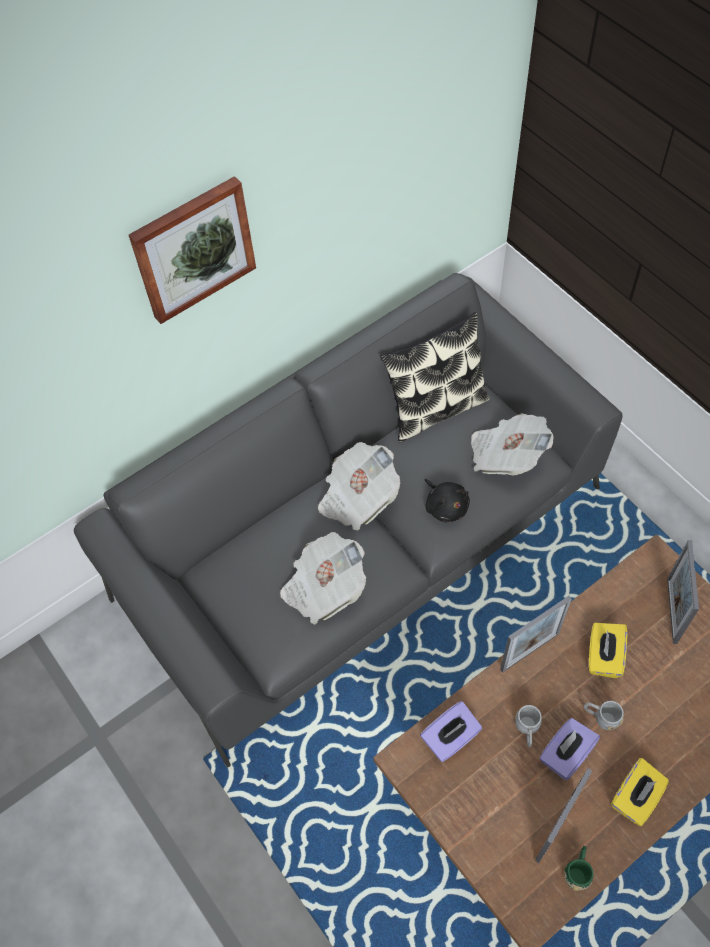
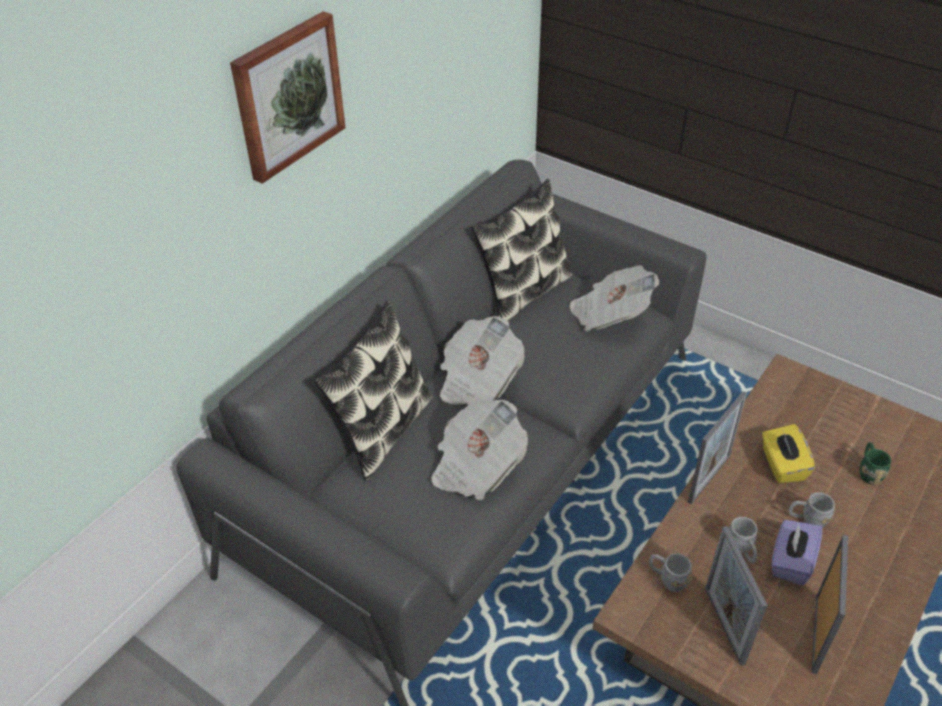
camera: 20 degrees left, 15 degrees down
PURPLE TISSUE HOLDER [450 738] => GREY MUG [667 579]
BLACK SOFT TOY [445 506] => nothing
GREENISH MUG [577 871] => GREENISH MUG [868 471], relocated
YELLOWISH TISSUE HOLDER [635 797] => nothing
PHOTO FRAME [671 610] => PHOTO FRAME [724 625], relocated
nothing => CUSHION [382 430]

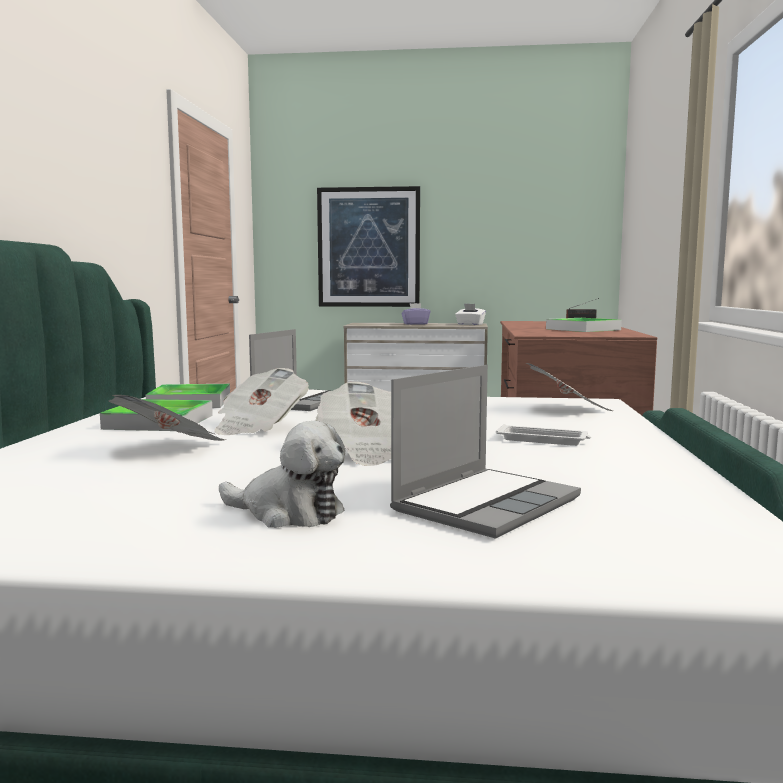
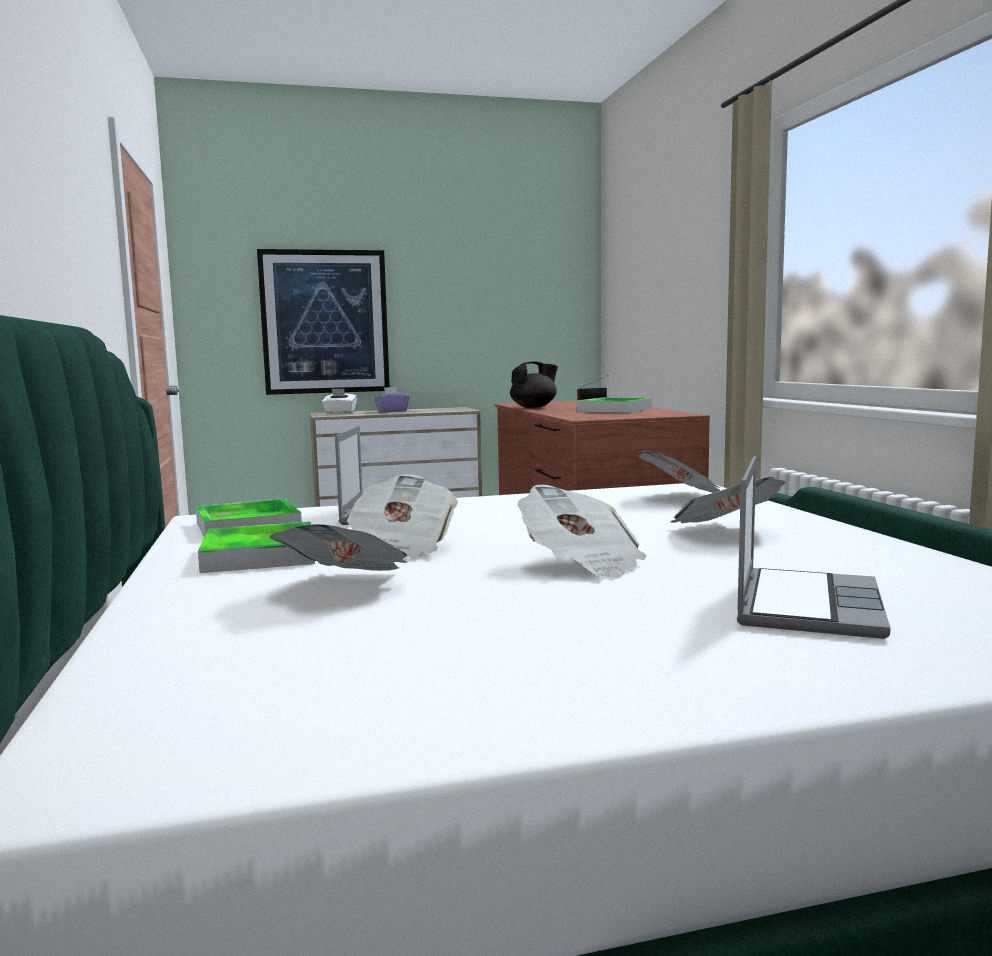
camera: 20 degrees left, 0 degrees up
SOFT TOY [288 513] => nothing
WHITISH TISSUE HOLDER [470 324] => WHITISH TISSUE HOLDER [340 412], relocated
WHITISH TRAY [543 440] => NEWSPAPER [725 532]
nothing => BLACK TEAPOT [534 407]

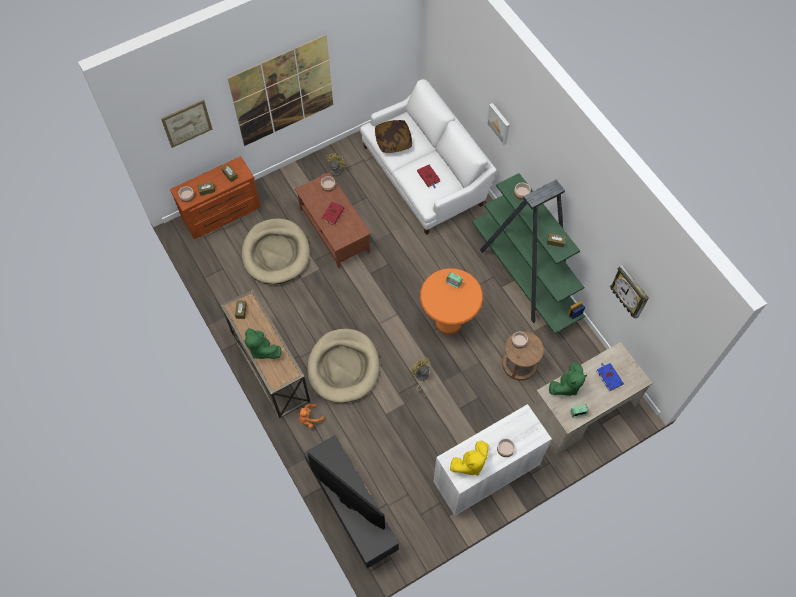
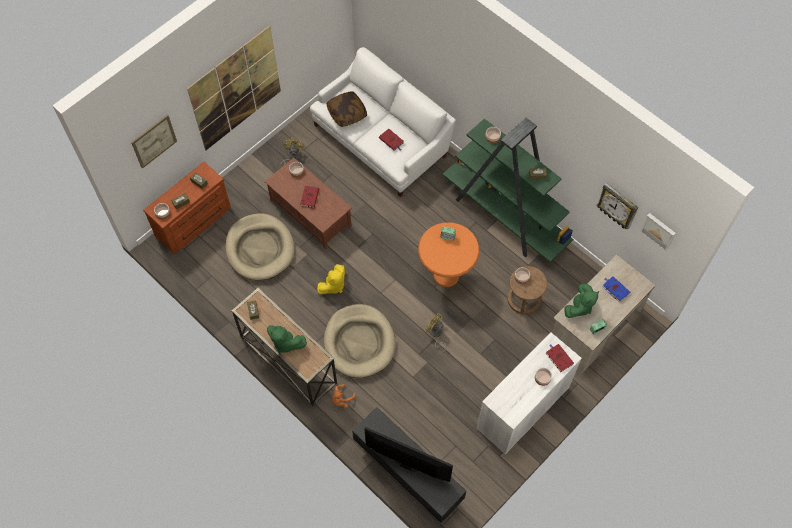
camera: 15 degrees left, 0 degrees up
YELLOWISH SOFT TOY [470 464] => YELLOWISH SOFT TOY [333 285], relocated
WALL PICTURE [499 123] => WALL PICTURE [659 231], relocated
nothing => RED VOLUME [558 358]

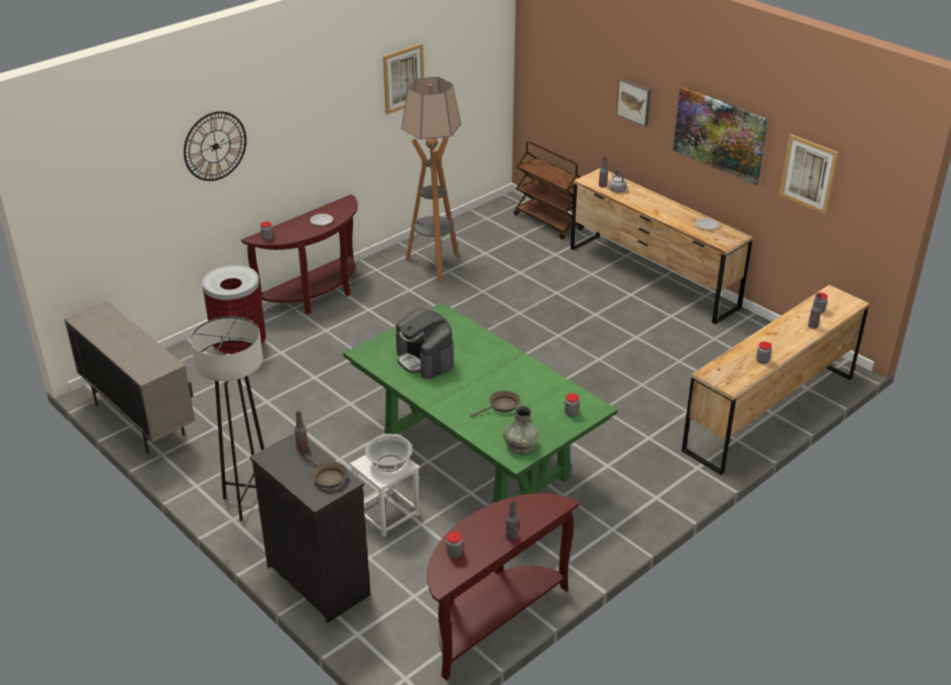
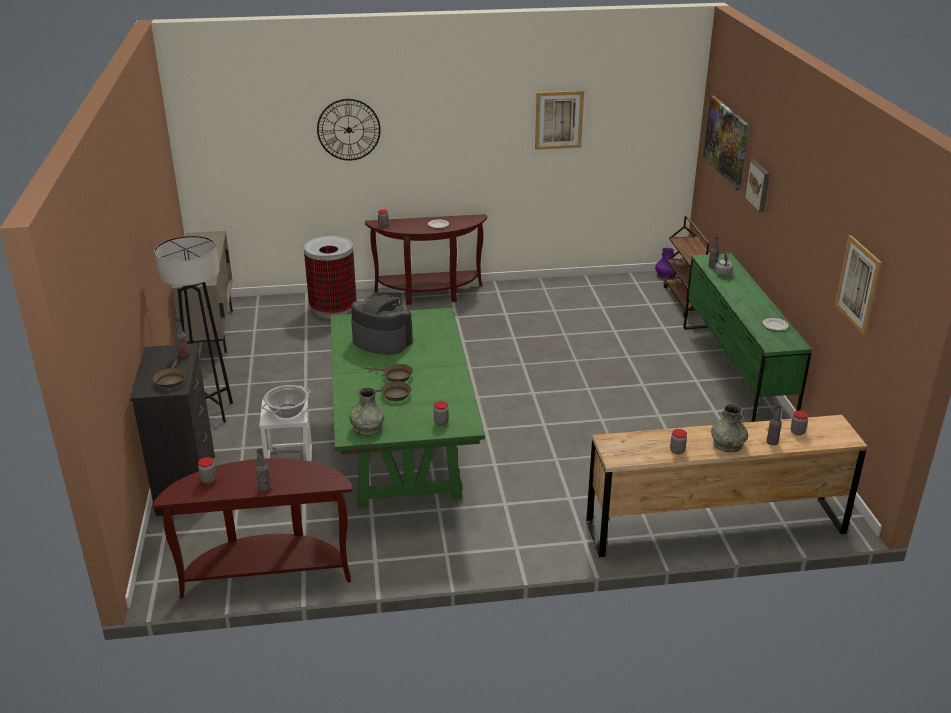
camera: 35 degrees right, 5 degrees down
COFFEE BREWER [425 360] => COFFEE BREWER [381 341], 120 degrees clockwise
STANDING LAMP [434 264] => nothing
BROWN DRESSER [652 277] => GREENISH DRESSER [734 374]
WALL PICTURE [720 134] => WALL PICTURE [726 141], relocated
nothing => BROWN FRYING PAN [395 376]
nothing => PURPLE DECORATIVE VASE [666 275]
nothing => GREY DECORATIVE VASE [727 444]

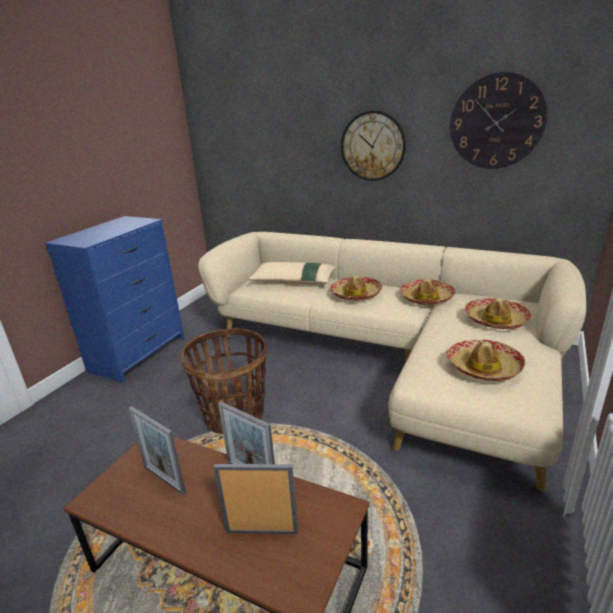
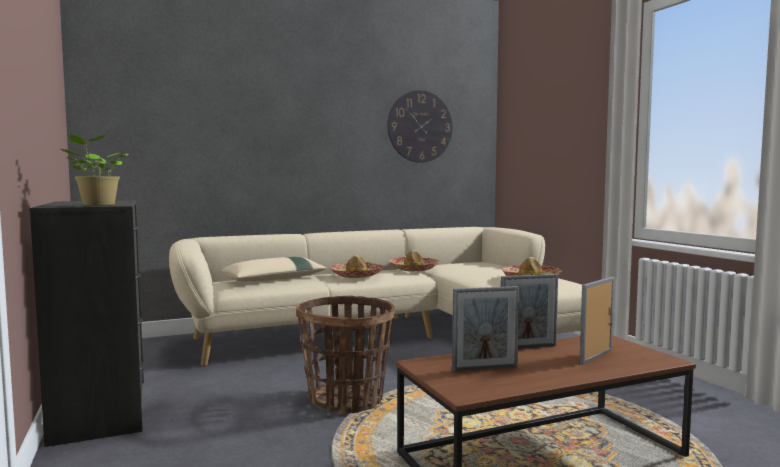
camera: 50 degrees left, 20 degrees down
BLUE DRESSER [138 354] => BLACK DRESSER [102 410]
HANGING CLOCK [373 146] => nothing
HAT [495 320] => nothing
nothing => HOUSEPLANT [97 205]

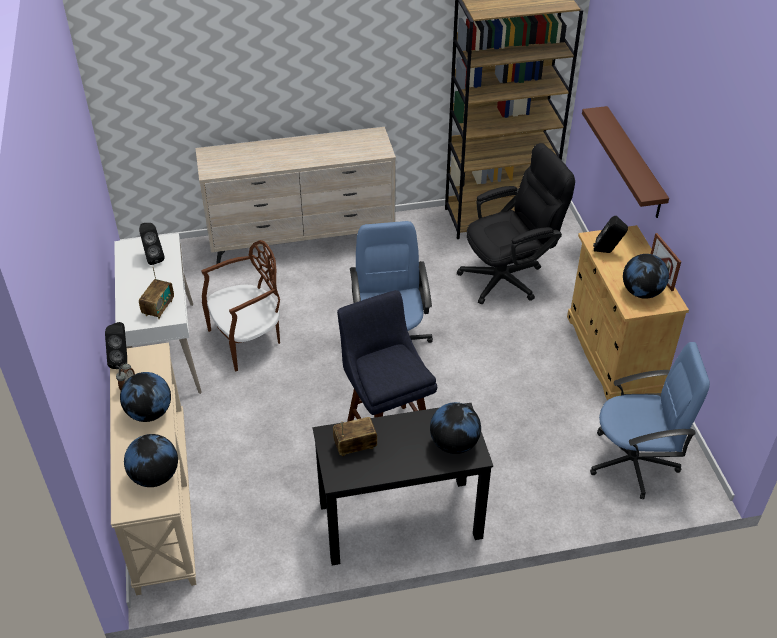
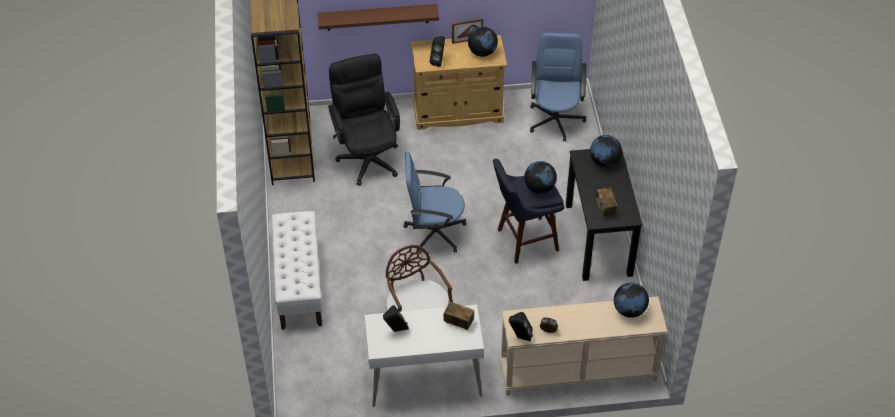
camera: 85 degrees left, 5 degrees up
DESK GLOBE [149 413] => DESK GLOBE [539 188], relocated
BEIGE-COLOURED DRESSER [303 243] => WHITISH LONG SEAT [299 284]

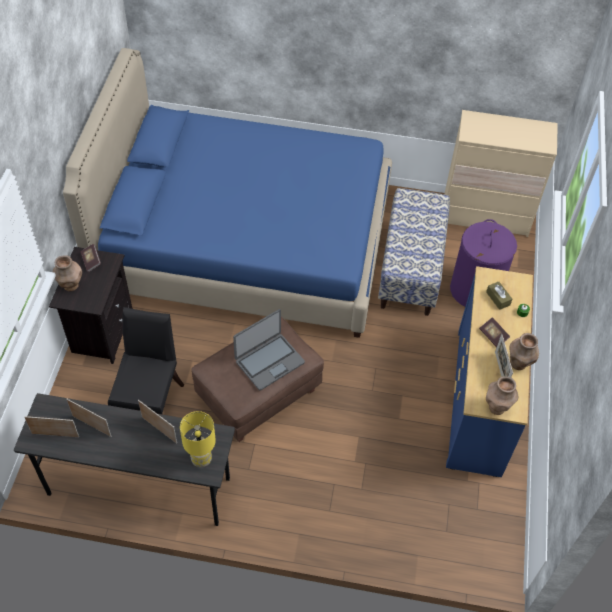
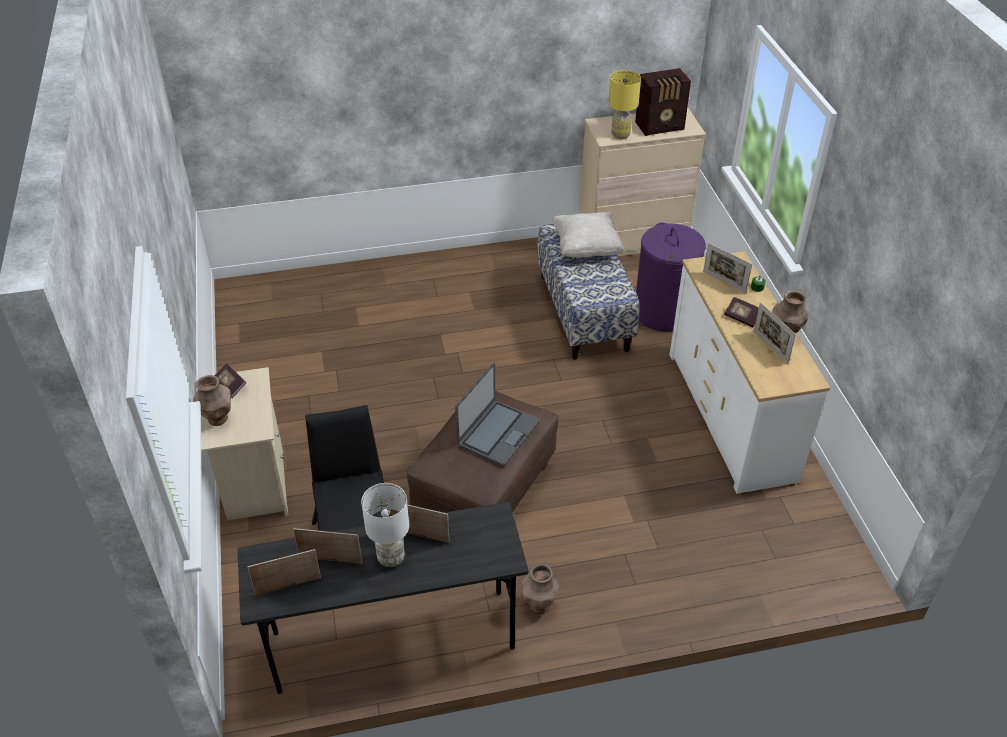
camera: 20 degrees left, 10 degrees down
BLACK NIGHT TABLE [101 332] => BEIGE-COLOURED NIGHT TABLE [255 486]
BLUE BEDROOM BED [245 243] => nothing
YELLOWISH TABLETOP LAMP [202 459] => YELLOWISH TABLETOP LAMP [621 135], relocated
BLUE DRESSER [479 400] => WHITISH DRESSER [731 415]
BROWN TISSUE HOLDER [498 298] => PHOTO FRAME [724 282]
BROWN DECORATIVE VASE [497 407] => BROWN DECORATIVE VASE [539 604], relocated
nothing => WHITISH TABLETOP LAMP [390 558]
nothing => BEIGE-COLOURED CUSHION [586 248]
nothing => RADIO [660 126]

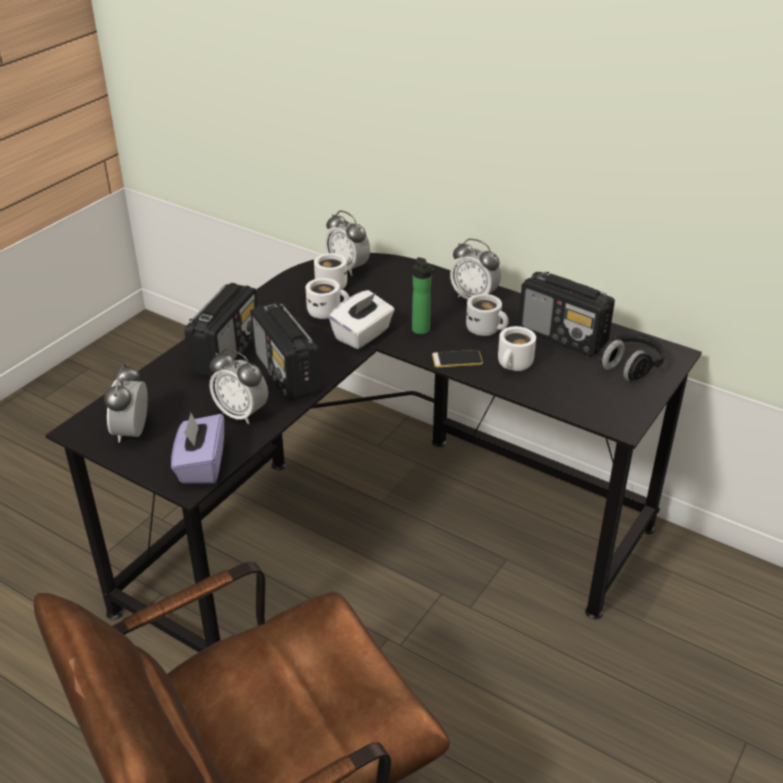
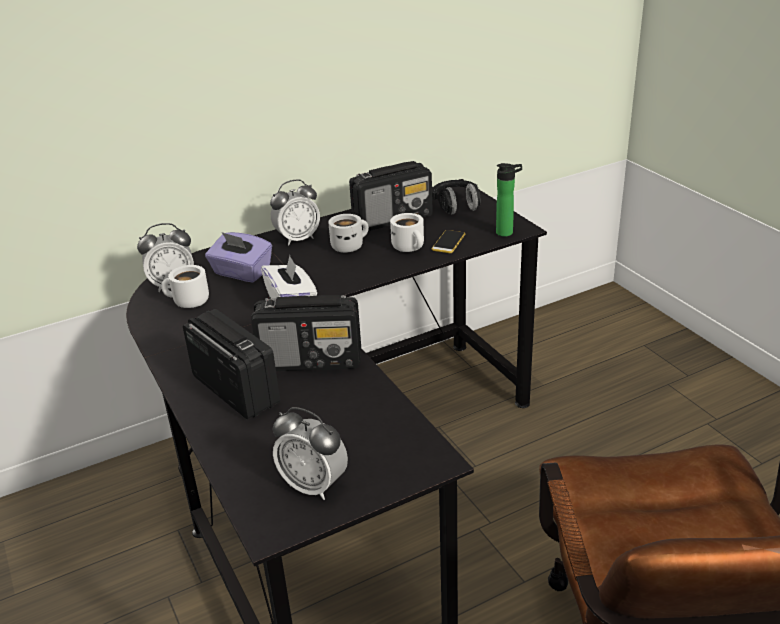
camera: 60 degrees left, 5 degrees down
PURPLE TISSUE HOLDER [201 465] => PURPLE TISSUE HOLDER [241 273], relocated
TABLE CLOCK [241 413] => nothing
WHITISH MUG [327 311] => nothing
BEVERAGE BOTTLE [422 331] => BEVERAGE BOTTLE [507 232], relocated
PHONE [457 359] => PHONE [448 242], relocated

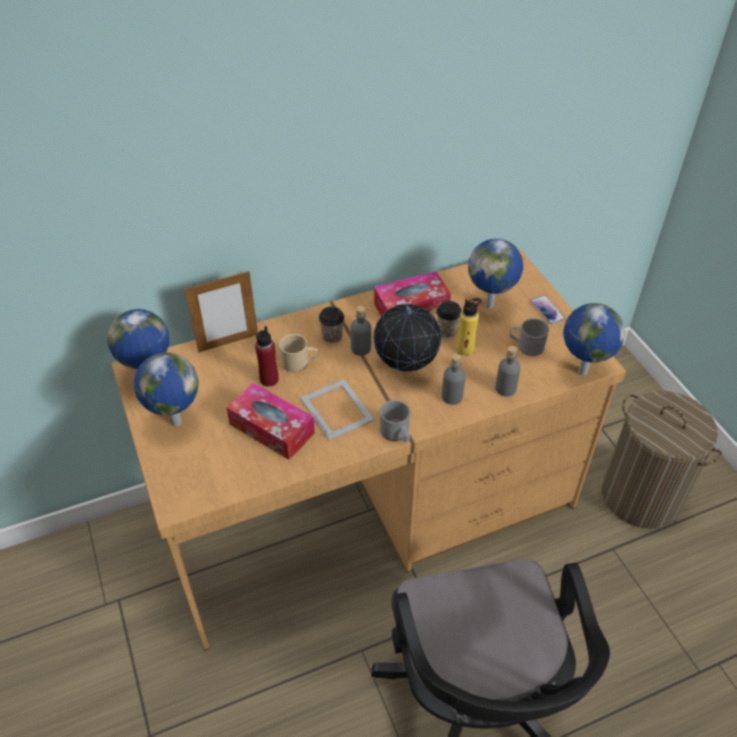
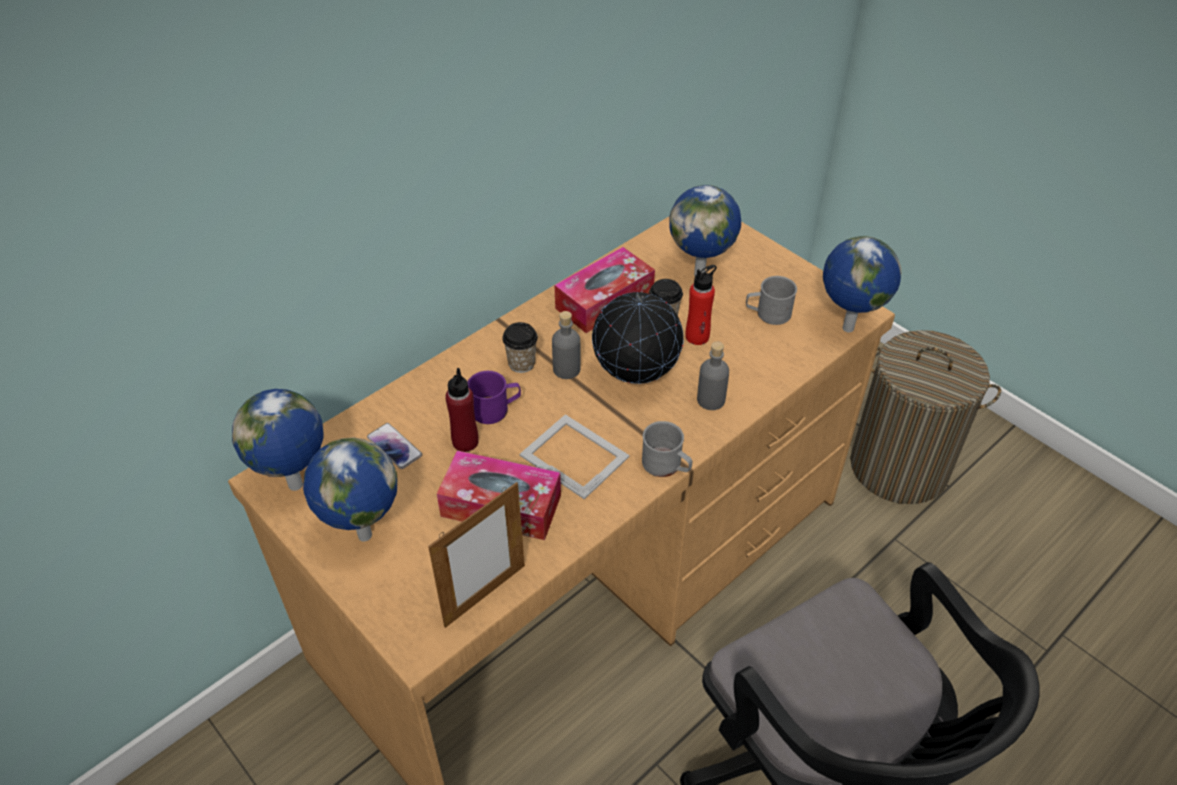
camera: 20 degrees left, 0 degrees up
PHOTO FRAME [228 343] => PHOTO FRAME [485 595], relocated
BEIGE-COLOURED MUG [299 363] => PURPLE MUG [495 409]
YELLOWISH BEVERAGE BOTTLE [465 349] => RED BEVERAGE BOTTLE [697 336]
GREY BEVERAGE BOTTLE [505 388] => nothing
PHONE [547 310] => PHONE [394 446], relocated

